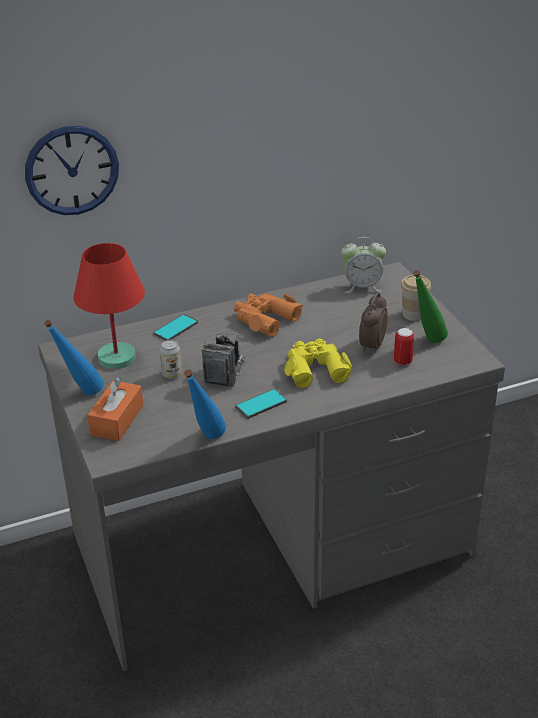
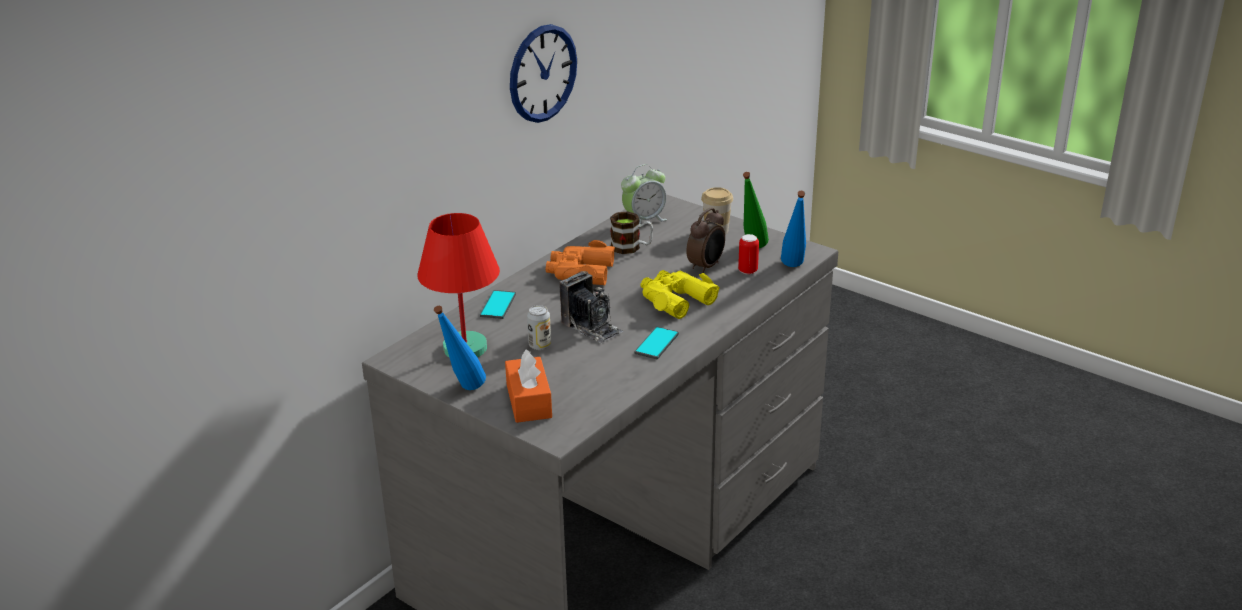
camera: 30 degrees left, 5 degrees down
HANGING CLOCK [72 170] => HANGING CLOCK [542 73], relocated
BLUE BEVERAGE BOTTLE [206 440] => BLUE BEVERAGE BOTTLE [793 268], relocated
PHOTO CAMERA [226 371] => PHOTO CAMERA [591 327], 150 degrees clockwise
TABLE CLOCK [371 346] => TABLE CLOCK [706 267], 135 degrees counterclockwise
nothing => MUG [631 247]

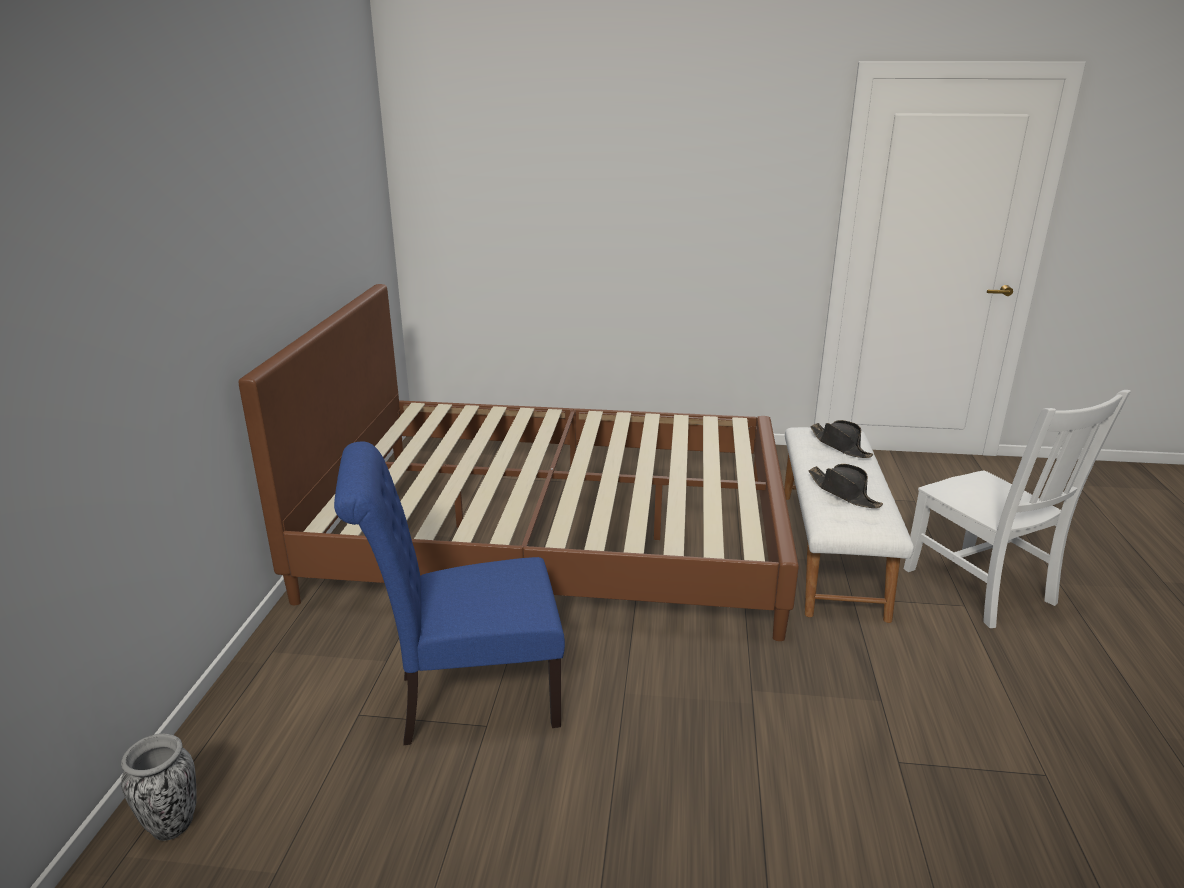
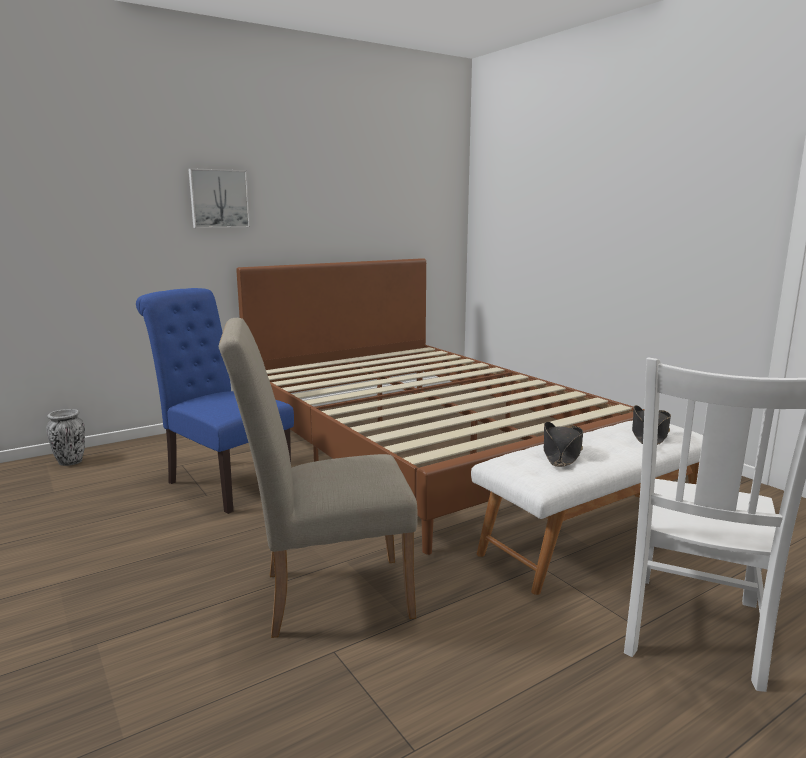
camera: 50 degrees right, 10 degrees down
nothing => WALL PICTURE [219 198]
nothing => BEIGE-COLOURED PLAIN CHAIR [324 595]

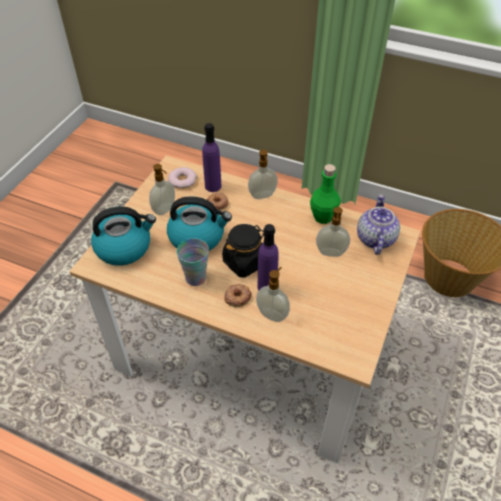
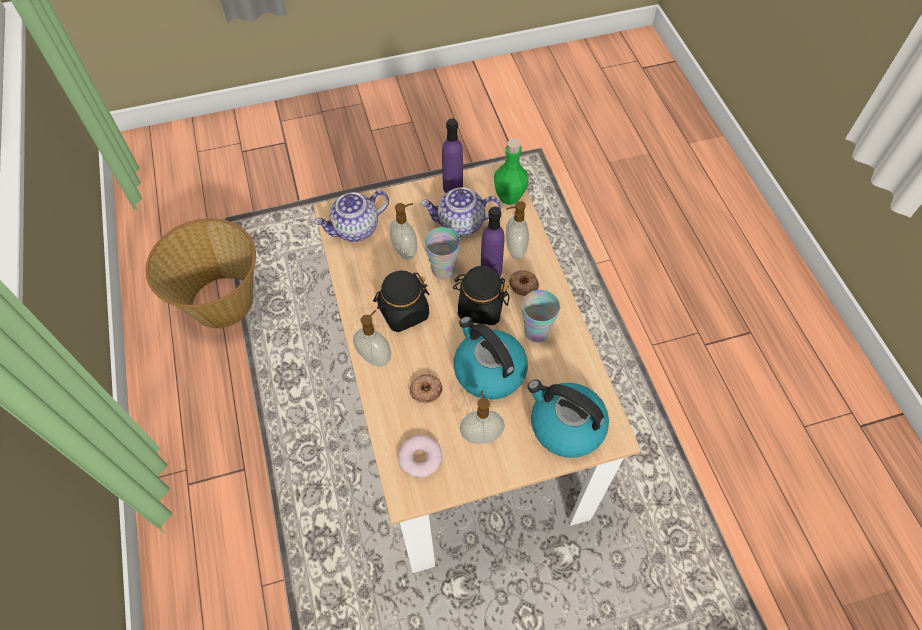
camera: 130 degrees left, 10 degrees up
PURPLE BEVERAGE BOTTLE [213 186] => PURPLE BEVERAGE BOTTLE [452 187], relocated
GREENISH BEVERAGE BOTTLE [323 217] => GREENISH BEVERAGE BOTTLE [509 196], relocated
nothing => BLACK STORAGE JAR [403 312]
nothing => TEAPOT [460 224]
nothing => DRINKING CUP [443 270]

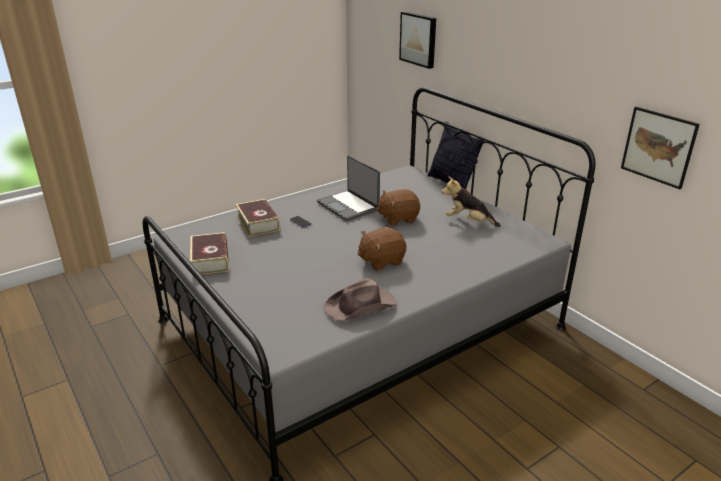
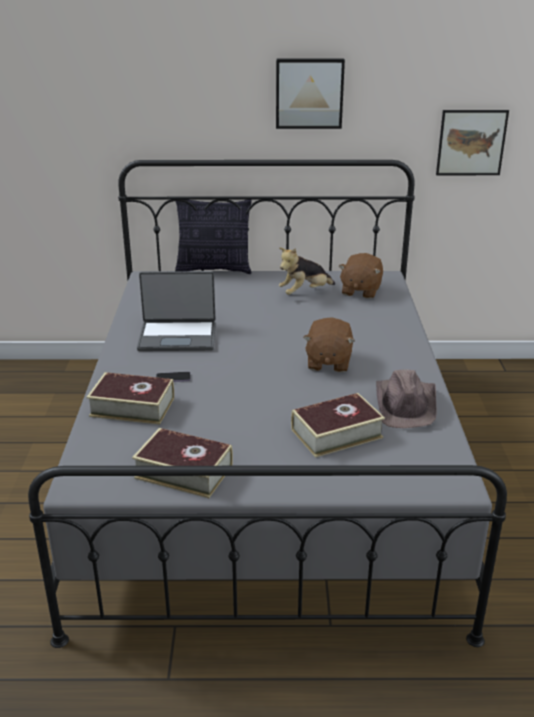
camera: 55 degrees left, 0 degrees up
BROWN SOFT TOY [398 218] => BROWN SOFT TOY [360 291], relocated
WALL PICTURE [419 39] => WALL PICTURE [309 93], relocated
nothing => VOLUME [336 433]

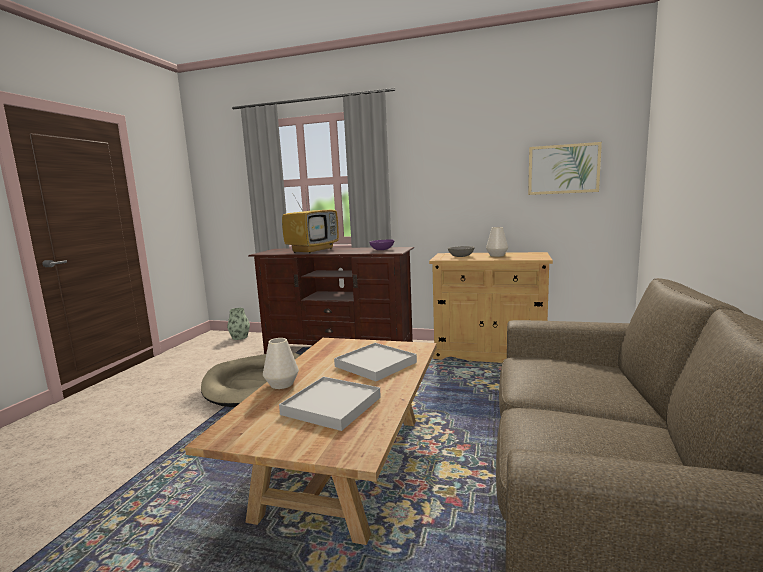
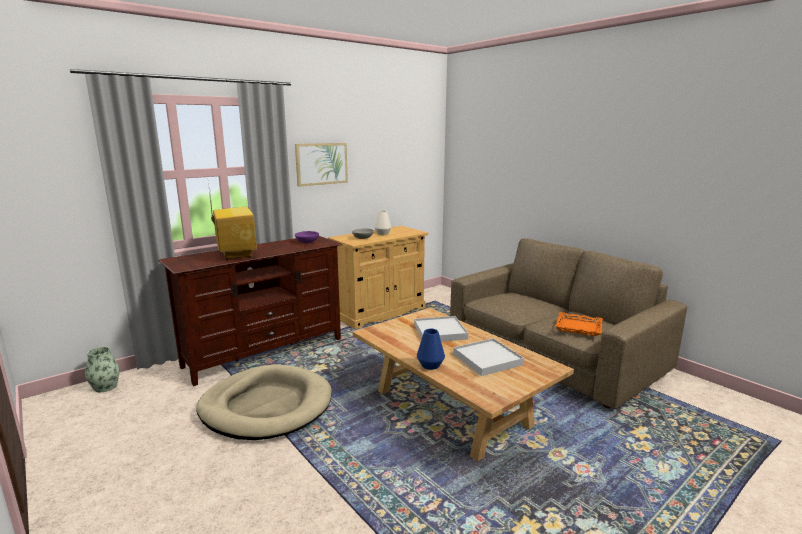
camera: 55 degrees left, 5 degrees up
WHITISH DECORATIVE VASE [282 384] => BLUE DECORATIVE VASE [430 365]
WALL PICTURE [563 169] => WALL PICTURE [321 163], relocated
nothing => ORANGEY TRAY [578 327]

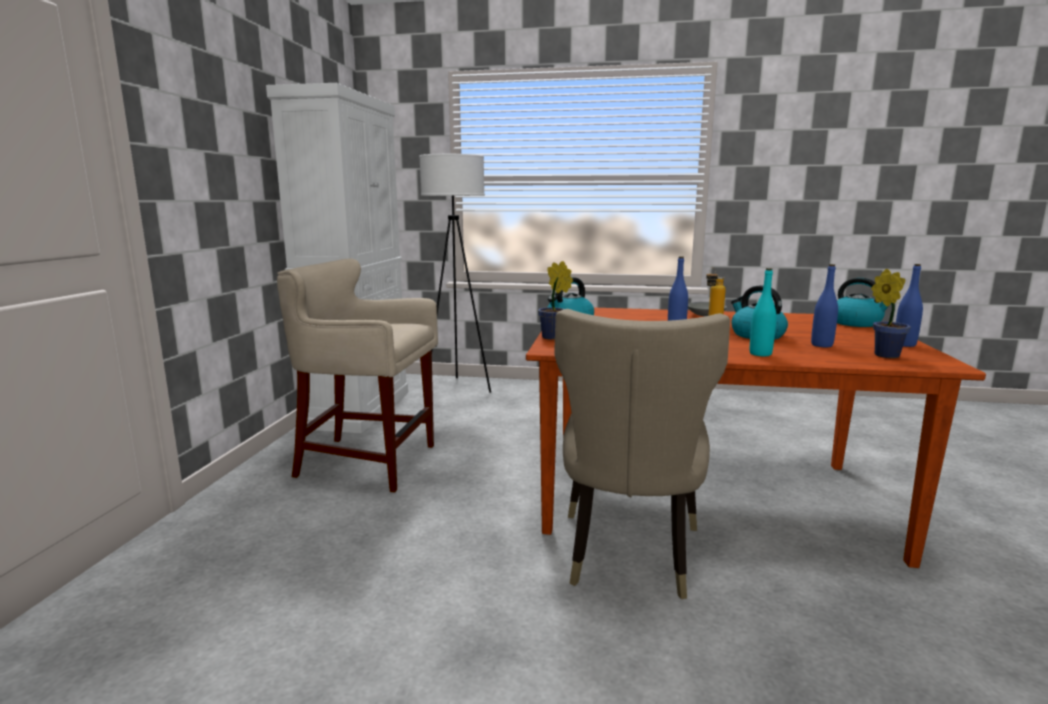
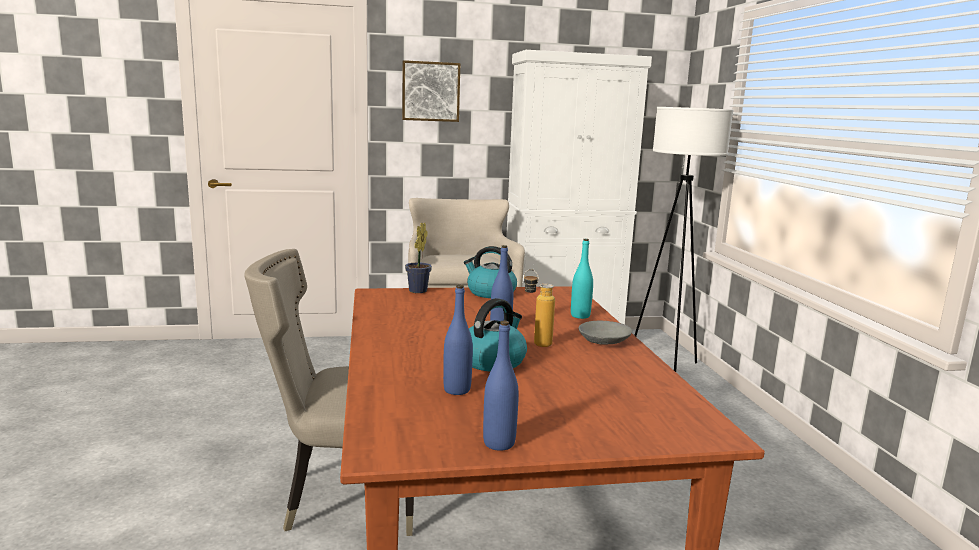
camera: 70 degrees right, 0 degrees up
BLUE-GREEN BEVERAGE BOTTLE [760 354] => BLUE-GREEN BEVERAGE BOTTLE [580 316], relocated
WATER KETTLE [856 323] => nothing
HOUSEPLANT [883 355] => nothing
nothing => WALL PICTURE [430 91]

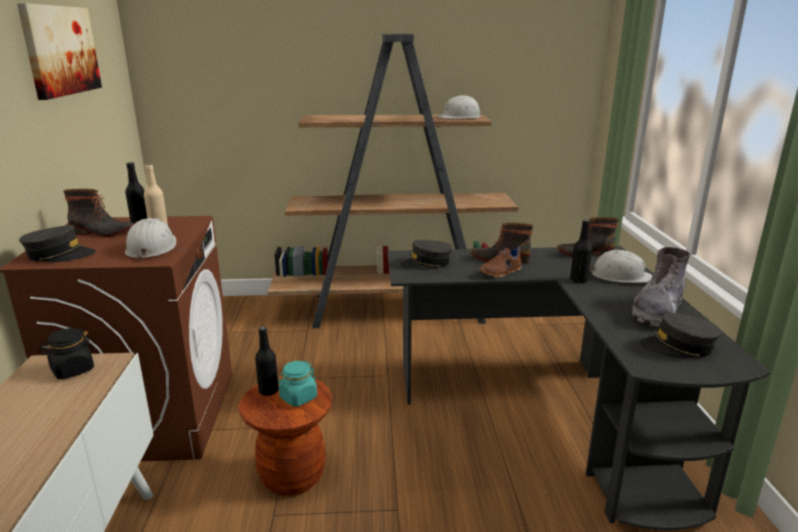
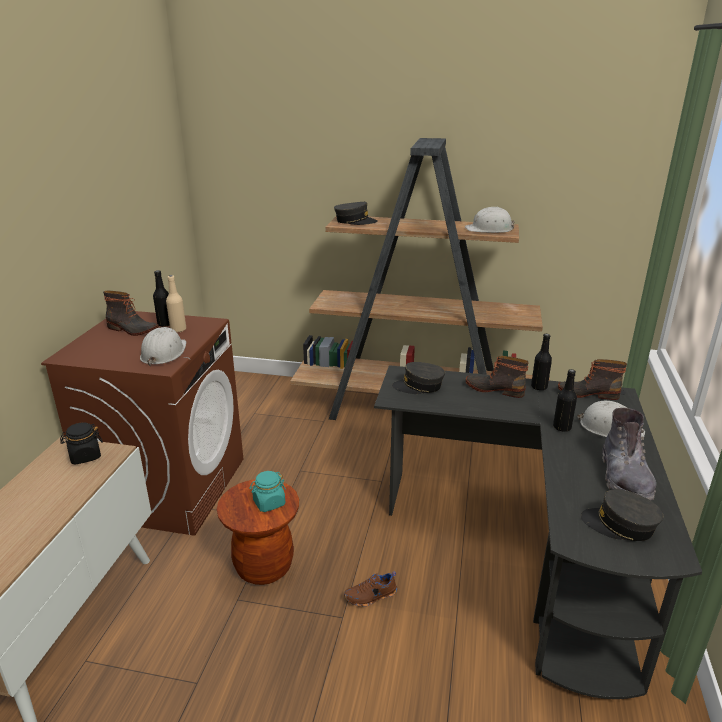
camera: 15 degrees right, 5 degrees up
WALL PICTURE [60 50] => nothing
GREY PEAKED CAP [59 255] => GREY PEAKED CAP [355 221], relocated
BLACK BEVERAGE BOTTLE [268 391] => BLACK BEVERAGE BOTTLE [539 387], relocated
BROWN LOW SHOE [501 272] => BROWN LOW SHOE [371 596], relocated
GREY BOOT [657 311] => GREY BOOT [624 478], 45 degrees counterclockwise

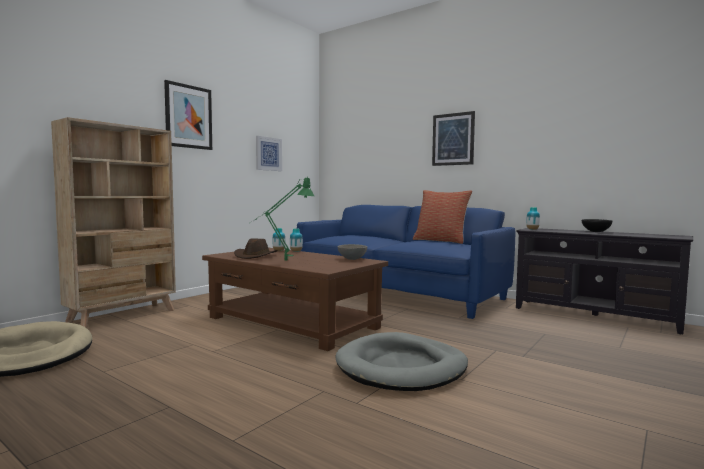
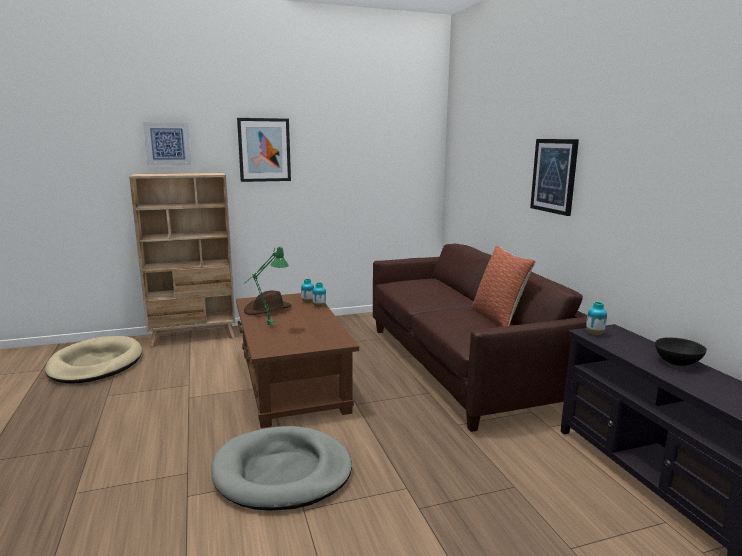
camera: 35 degrees right, 10 degrees up
WALL PICTURE [268 154] => WALL PICTURE [167 143], relocated
BLUE SETTEE [399 293] => BROWN SETTEE [460 365]
GREY DEEP DISH [352 259] => nothing

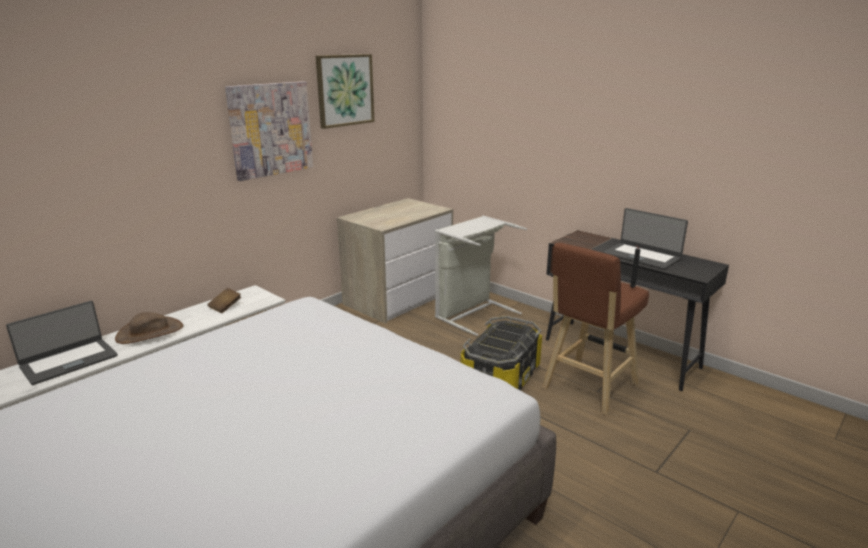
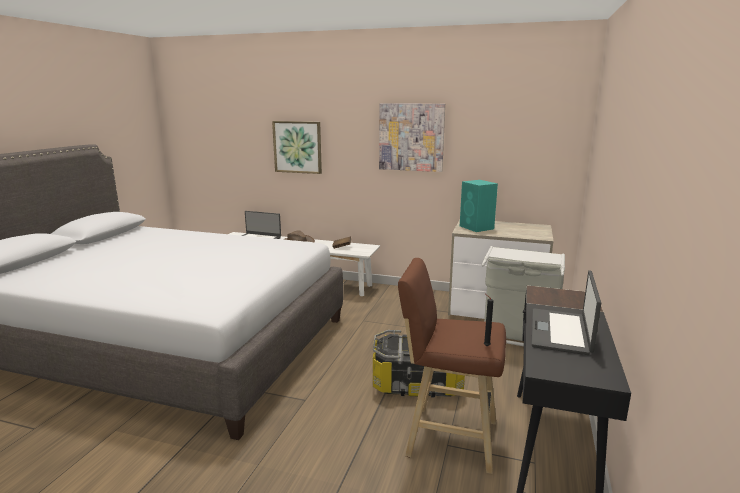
camera: 65 degrees right, 5 degrees down
WALL PICTURE [344 90] => WALL PICTURE [297 147], relocated
nothing => BLUE-GREEN LOUDSPEAKER [477 227]

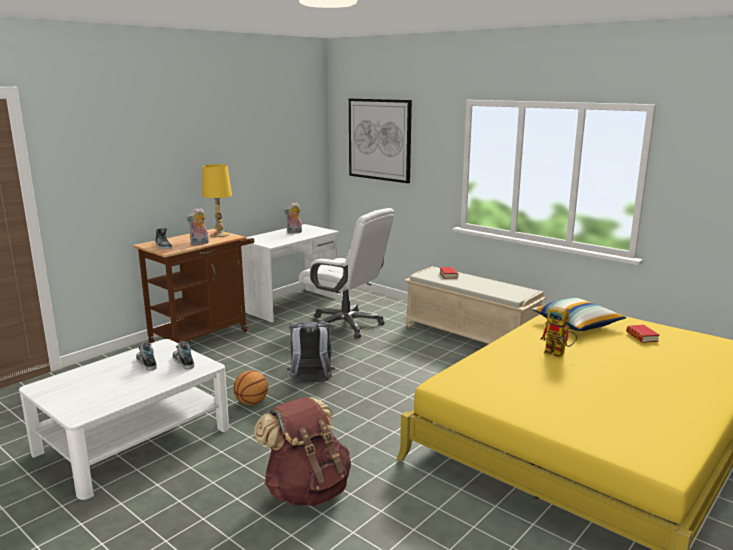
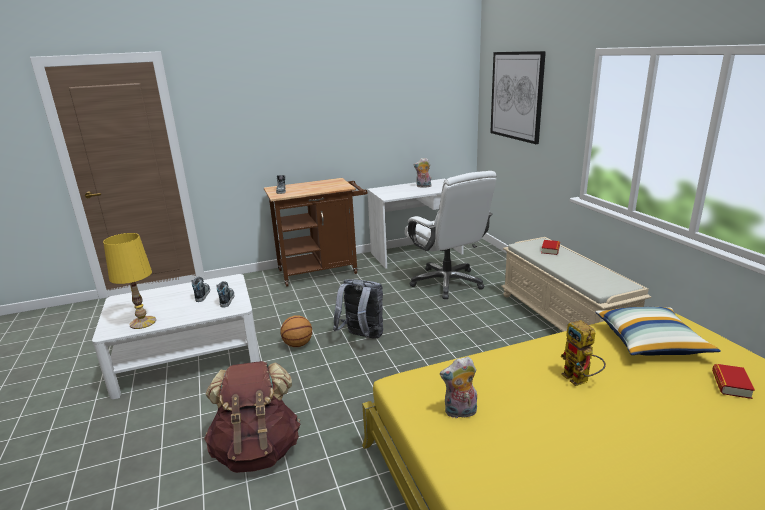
camera: 30 degrees right, 5 degrees up
SOFT TOY [199 244] => SOFT TOY [460 413], relocated
YELLOWISH TABLETOP LAMP [220 235] => YELLOWISH TABLETOP LAMP [143 322], relocated

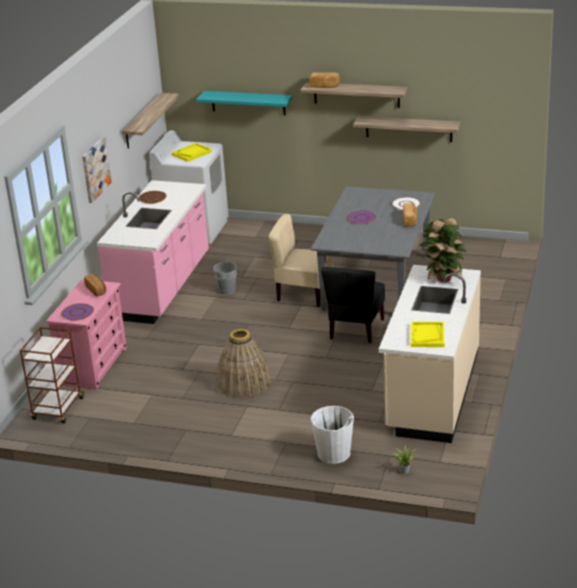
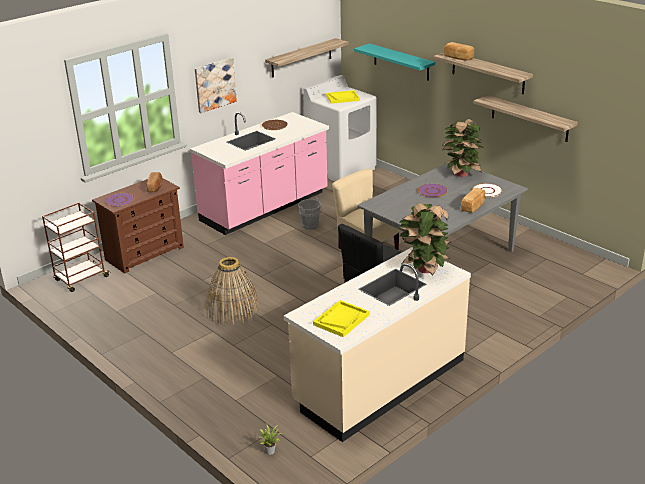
camera: 30 degrees right, 0 degrees up
PINKISH DRESSER [94 366] => BROWN DRESSER [145 253]
WHITISH WATER BUCKET [333 453] => nothing
nothing => HOUSEPLANT [461 174]

